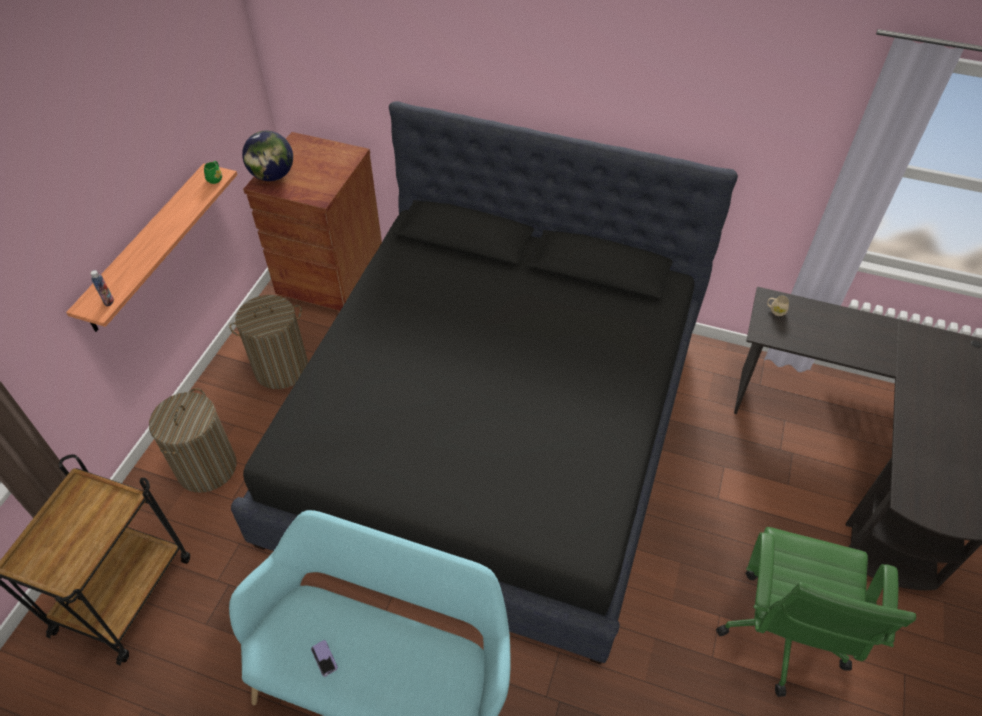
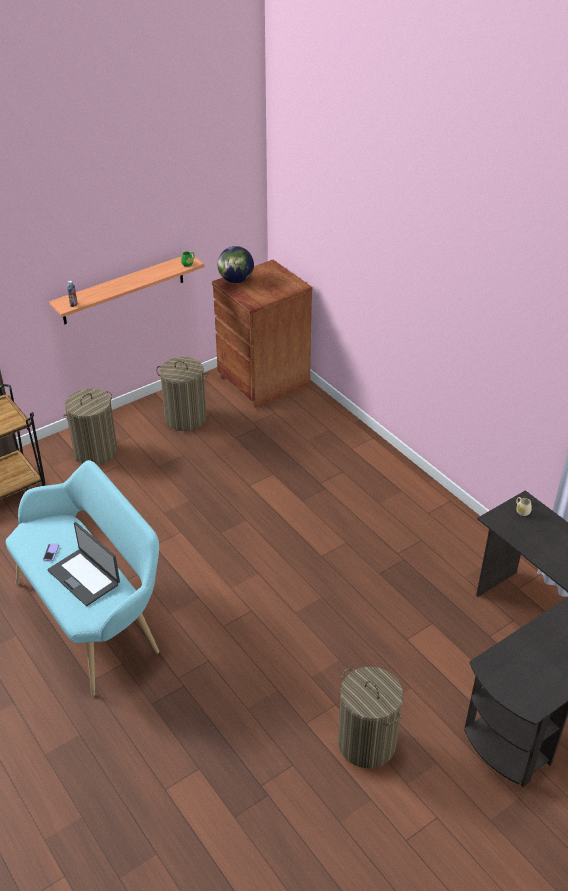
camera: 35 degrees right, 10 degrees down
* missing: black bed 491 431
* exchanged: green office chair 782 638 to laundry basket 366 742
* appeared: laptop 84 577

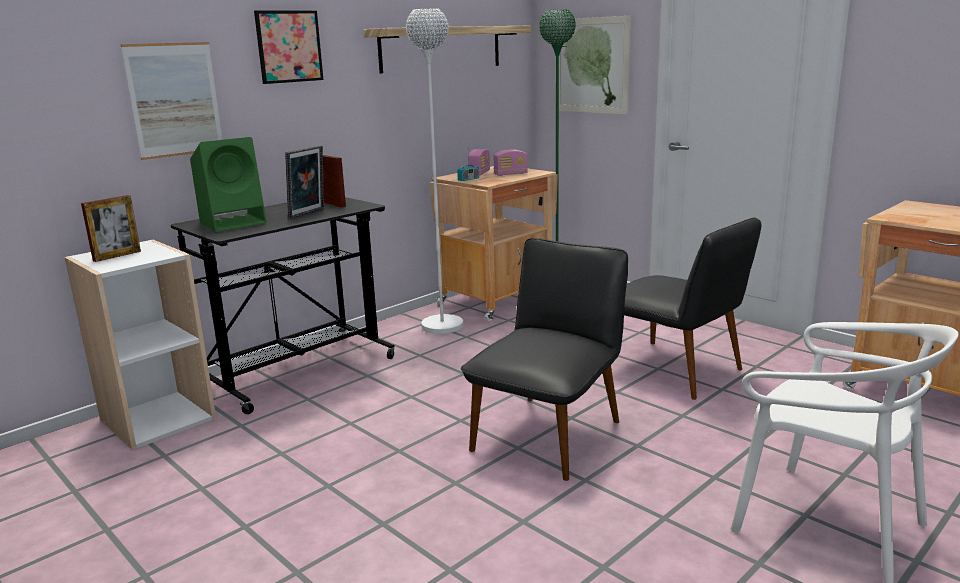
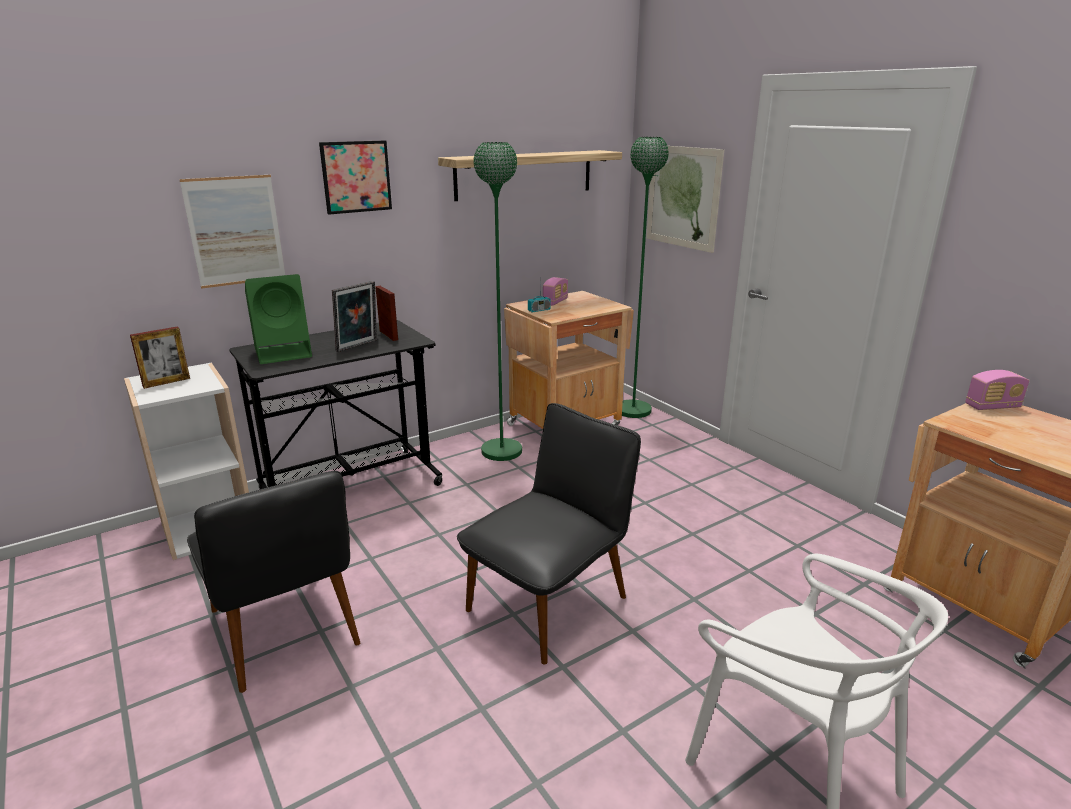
camera: 10 degrees right, 5 degrees up
* colour: white floor lamp 443 326 to green floor lamp 502 451
* relocated: radio 510 174 to 992 407
* relocated: black chair 671 369 to 284 627

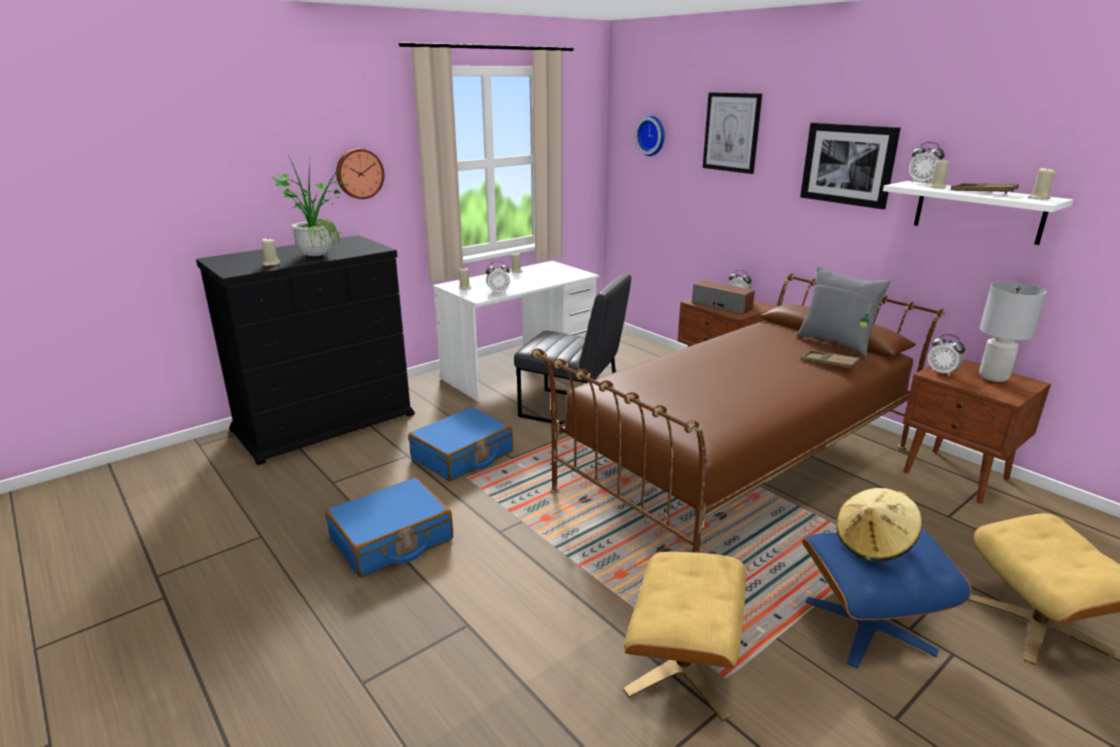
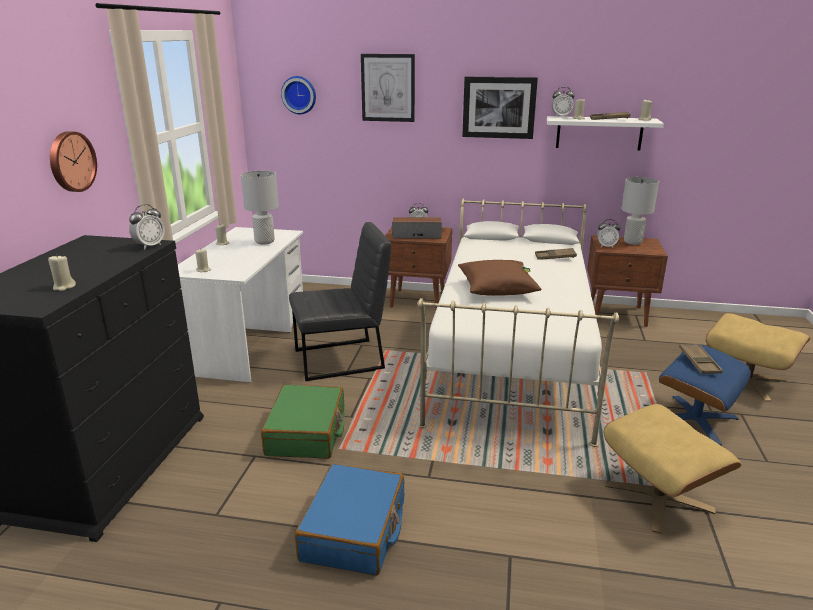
camera: 40 degrees left, 0 degrees up
* missing: potted plant 318 253
* colour: blue suitcase 462 455 to green suitcase 307 433
* relocated: alarm clock 498 292 to 149 246
* colour: brown bed 736 468 to white bed 510 357
* missing: grey pillow 835 343
* exchanged: beige hat 873 544 to brown tray 699 362
* appeared: grey table lamp 264 243
* appeared: brown pillow 496 289

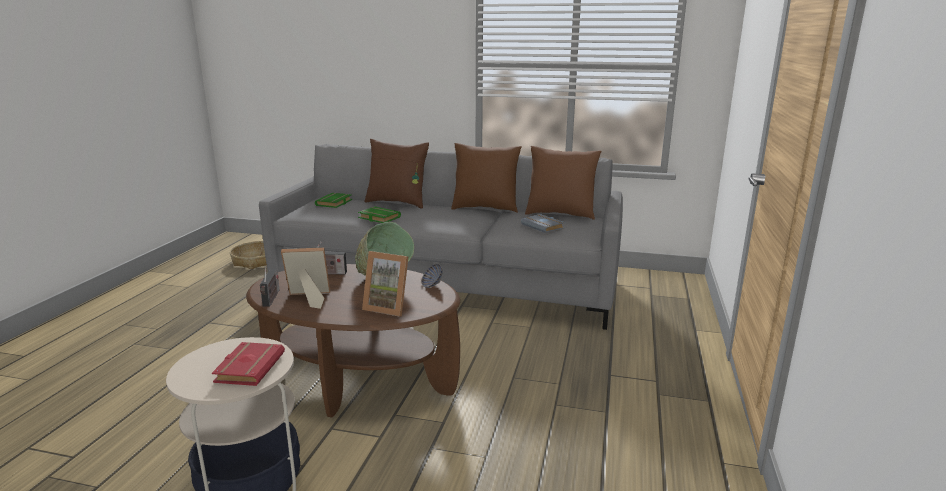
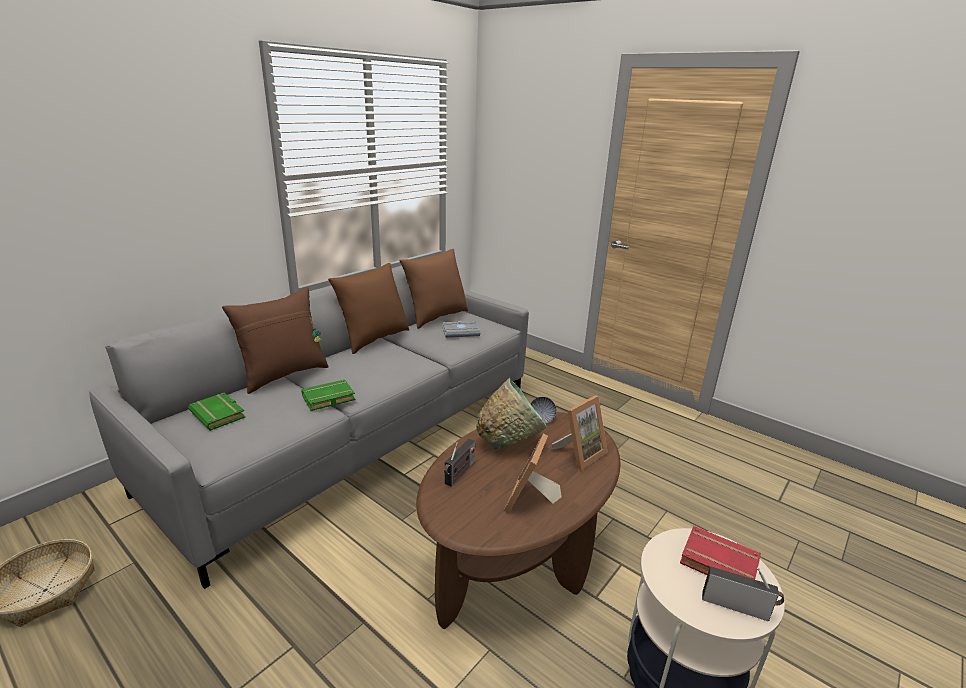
camera: 65 degrees left, 5 degrees up
* relocated: radio 271 298 to 738 606

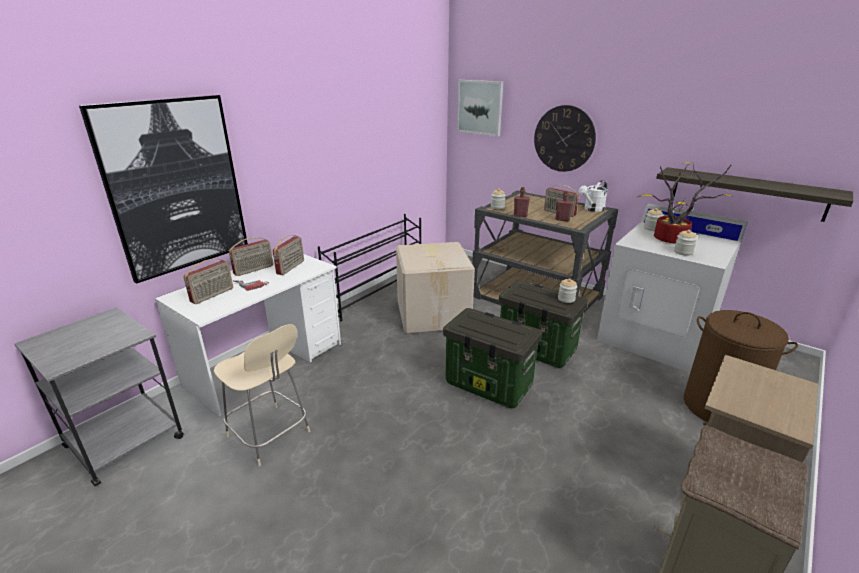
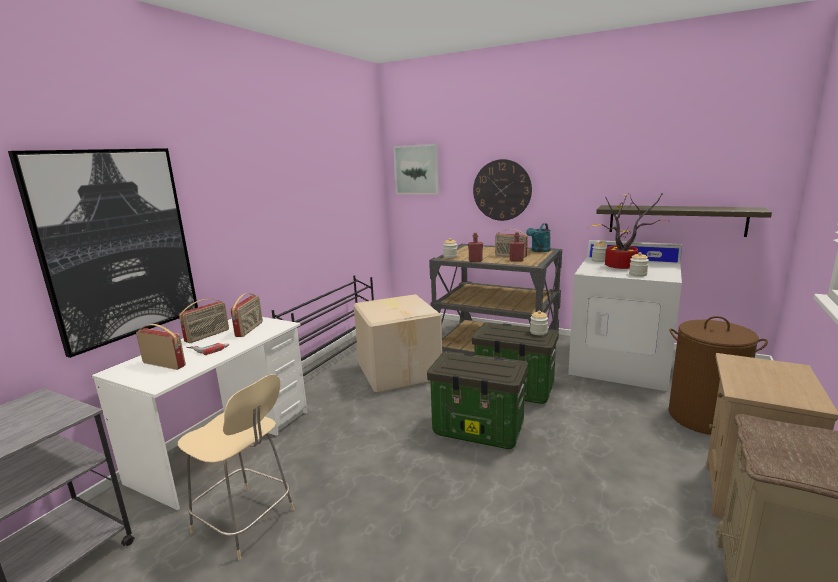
camera: 10 degrees left, 10 degrees down
* spun: radio 213 295 = 164 364 90 degrees counterclockwise
* colour: white watering can 592 209 to turquoise watering can 539 251

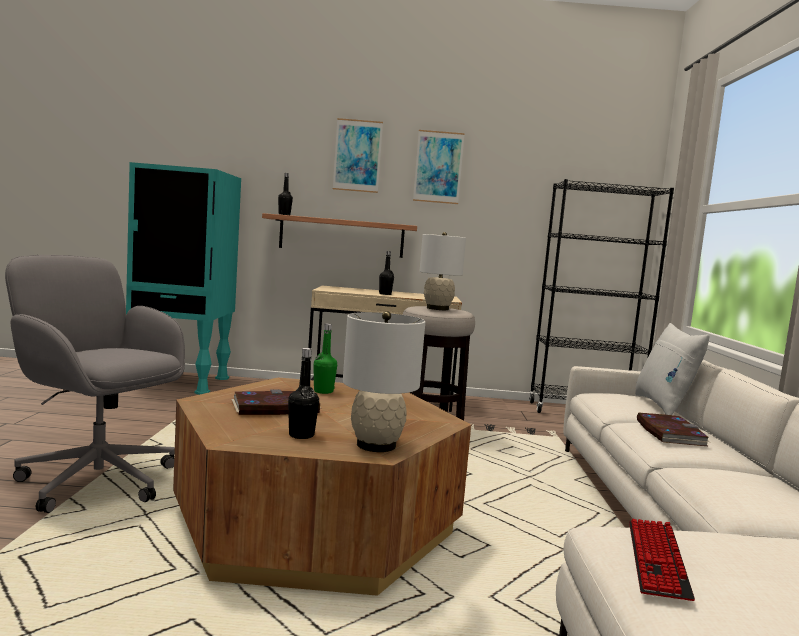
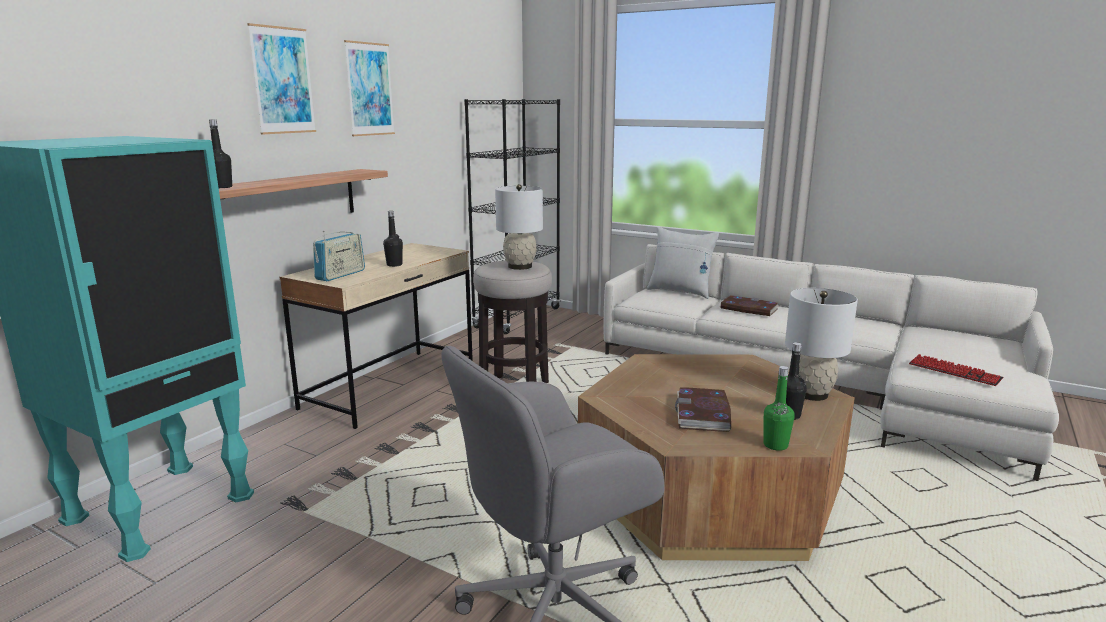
camera: 60 degrees left, 10 degrees up
* relocated: green bottle 323 391 to 775 445
* appeared: radio 340 275

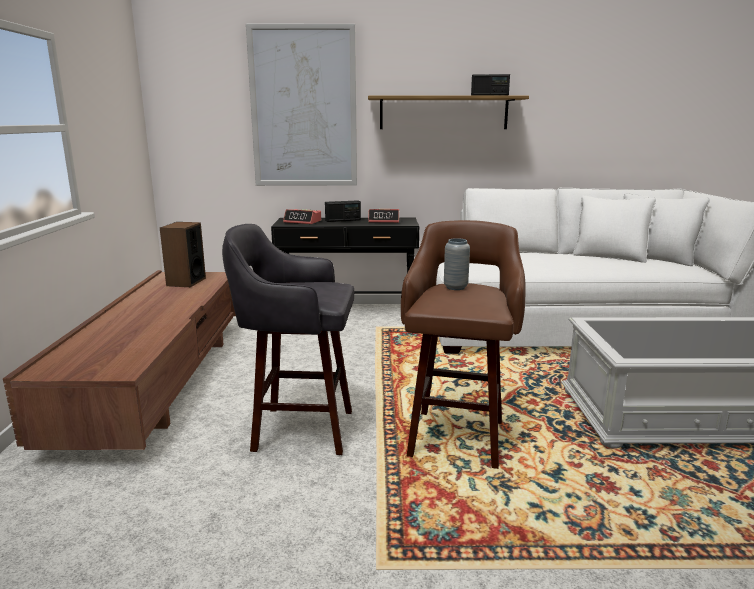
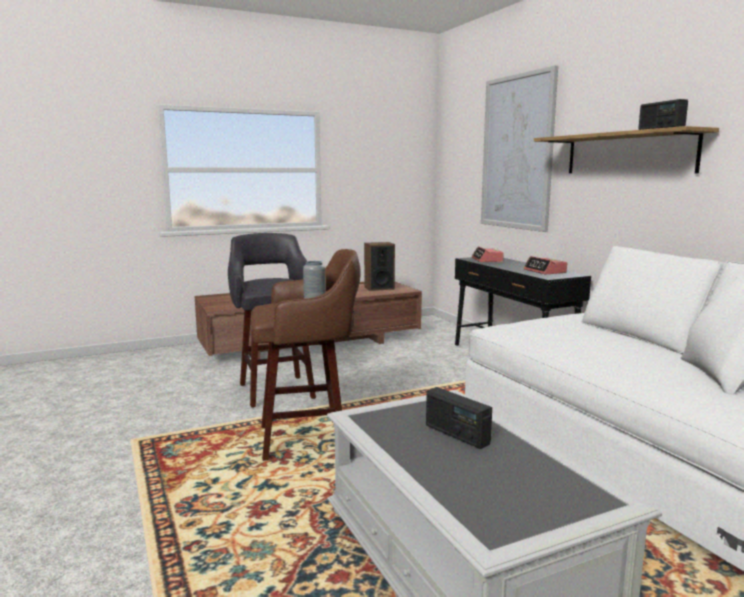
camera: 65 degrees right, 5 degrees down
* relocated: radio 343 220 to 456 434

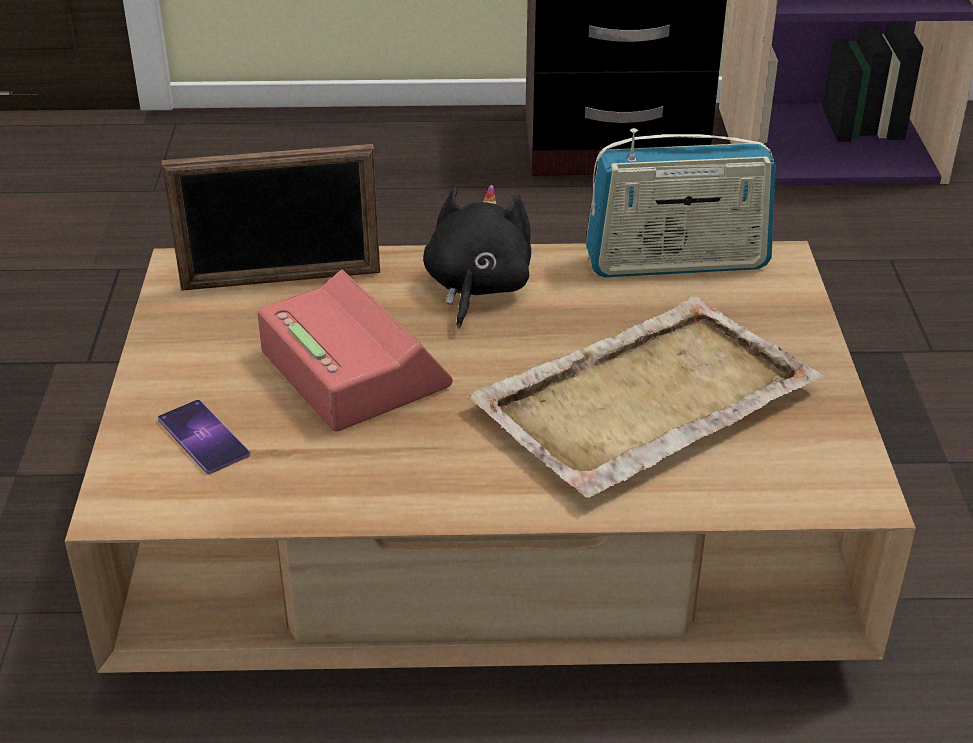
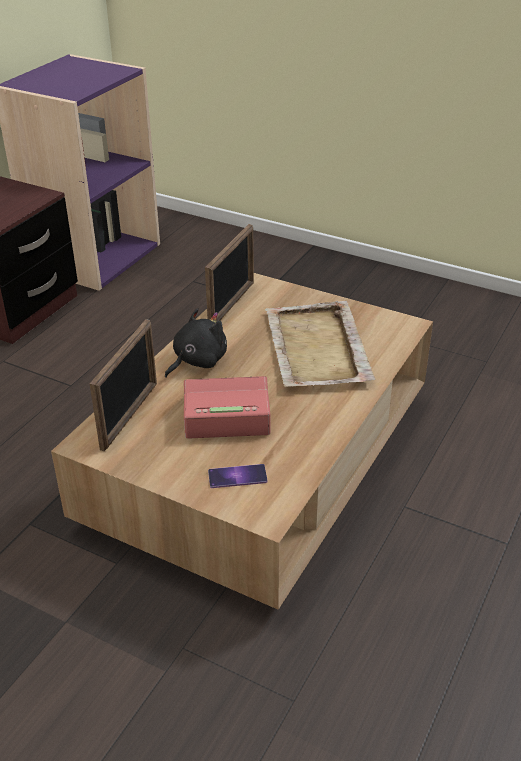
camera: 60 degrees left, 0 degrees up
* spun: black plush toy 476 288 = 197 361 90 degrees clockwise
* exchanged: radio 677 262 to picture frame 232 305

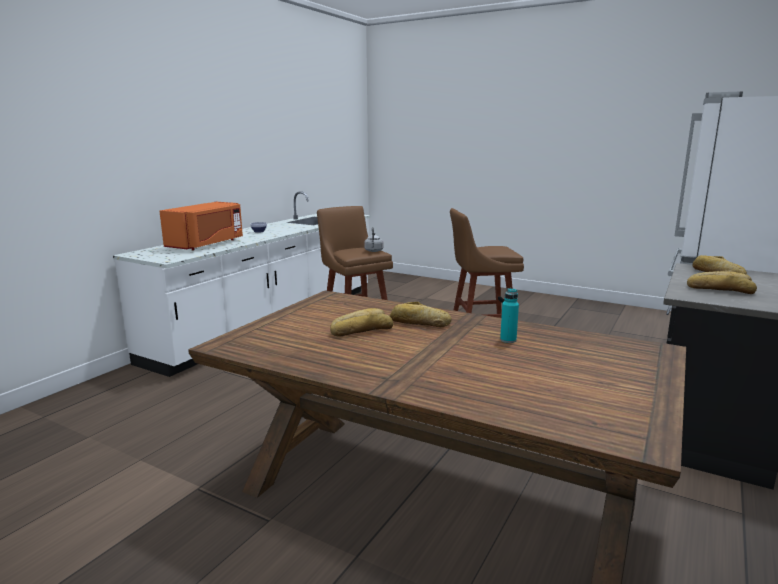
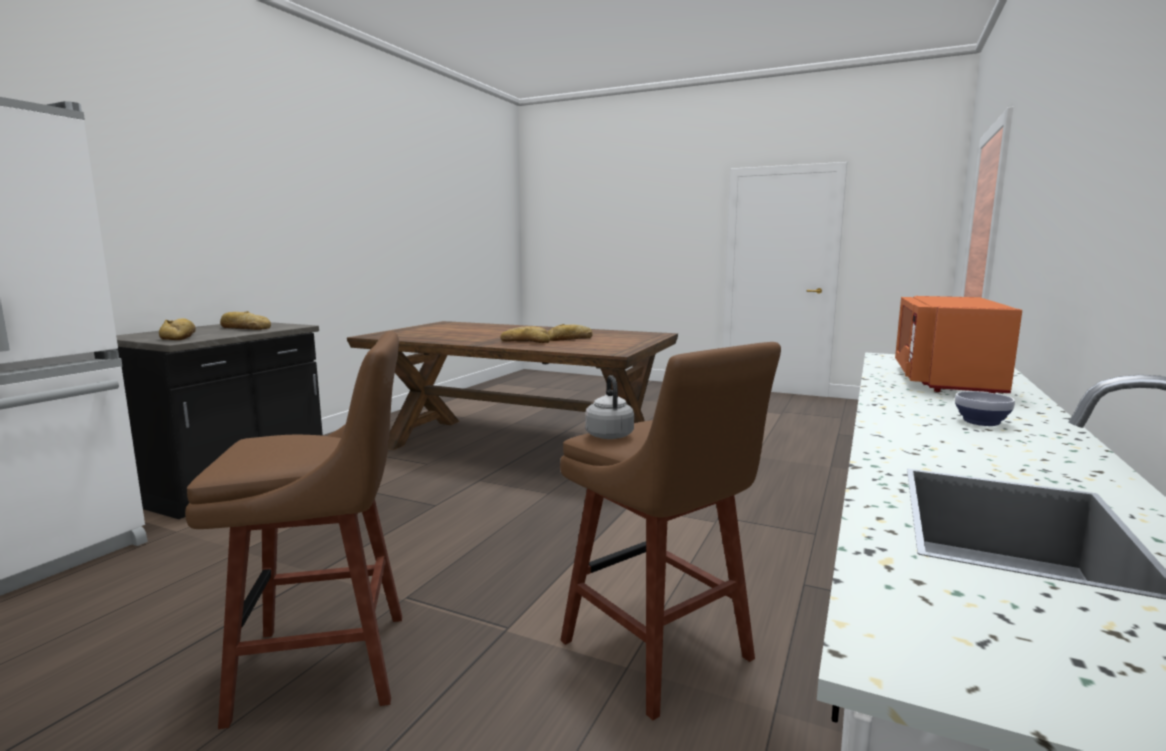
camera: 175 degrees right, 5 degrees down
* missing: turquoise bottle 508 340

